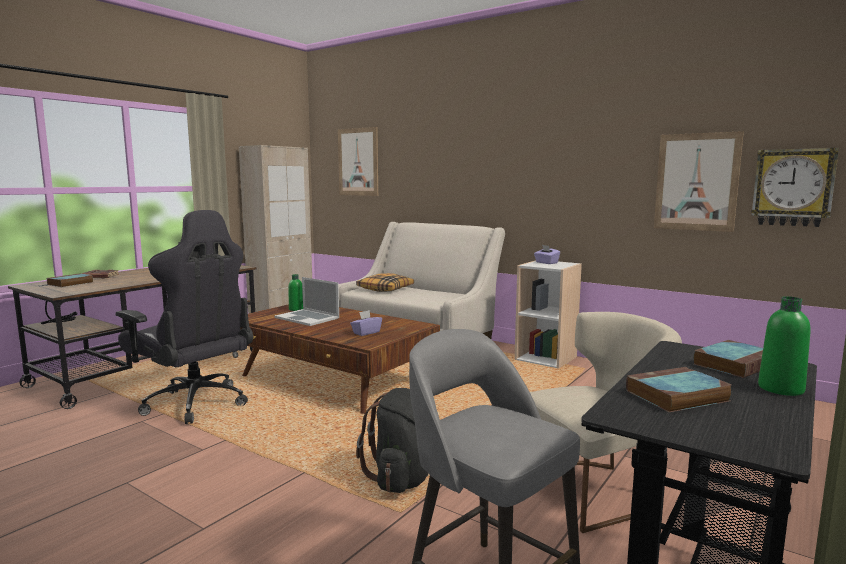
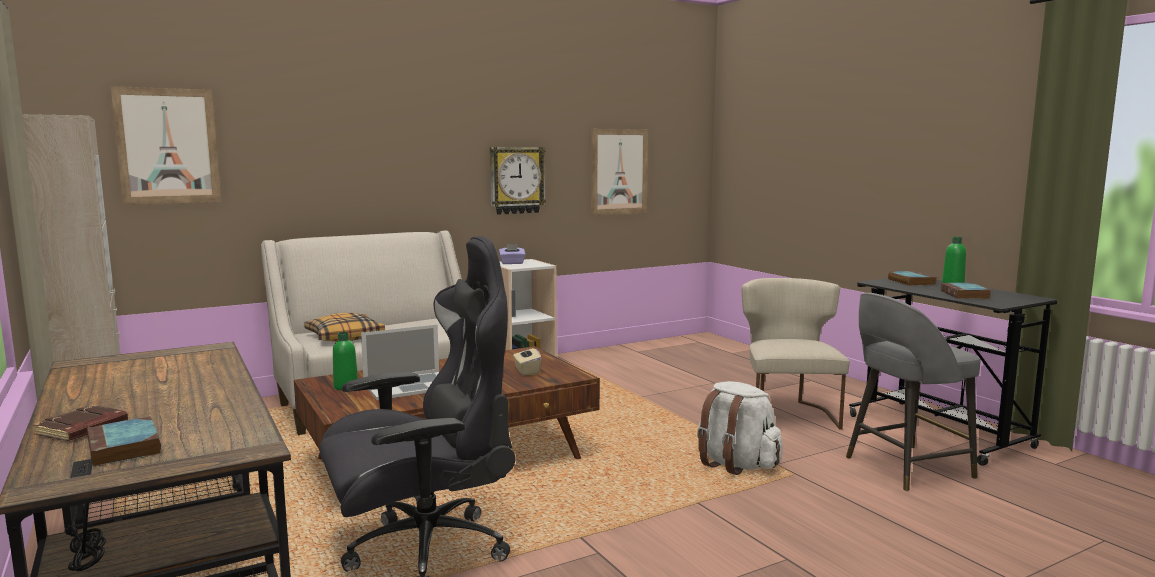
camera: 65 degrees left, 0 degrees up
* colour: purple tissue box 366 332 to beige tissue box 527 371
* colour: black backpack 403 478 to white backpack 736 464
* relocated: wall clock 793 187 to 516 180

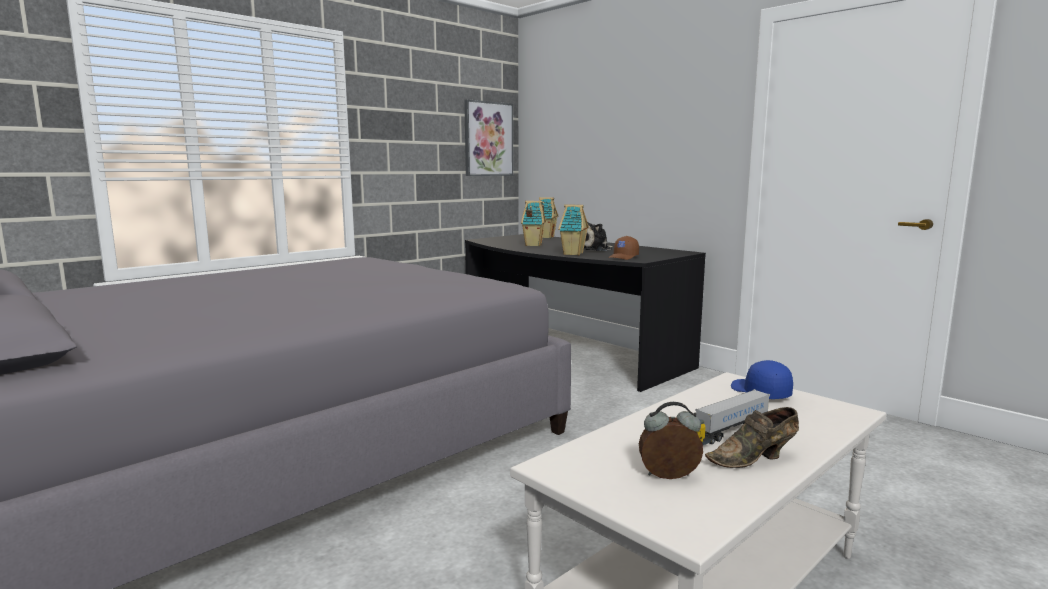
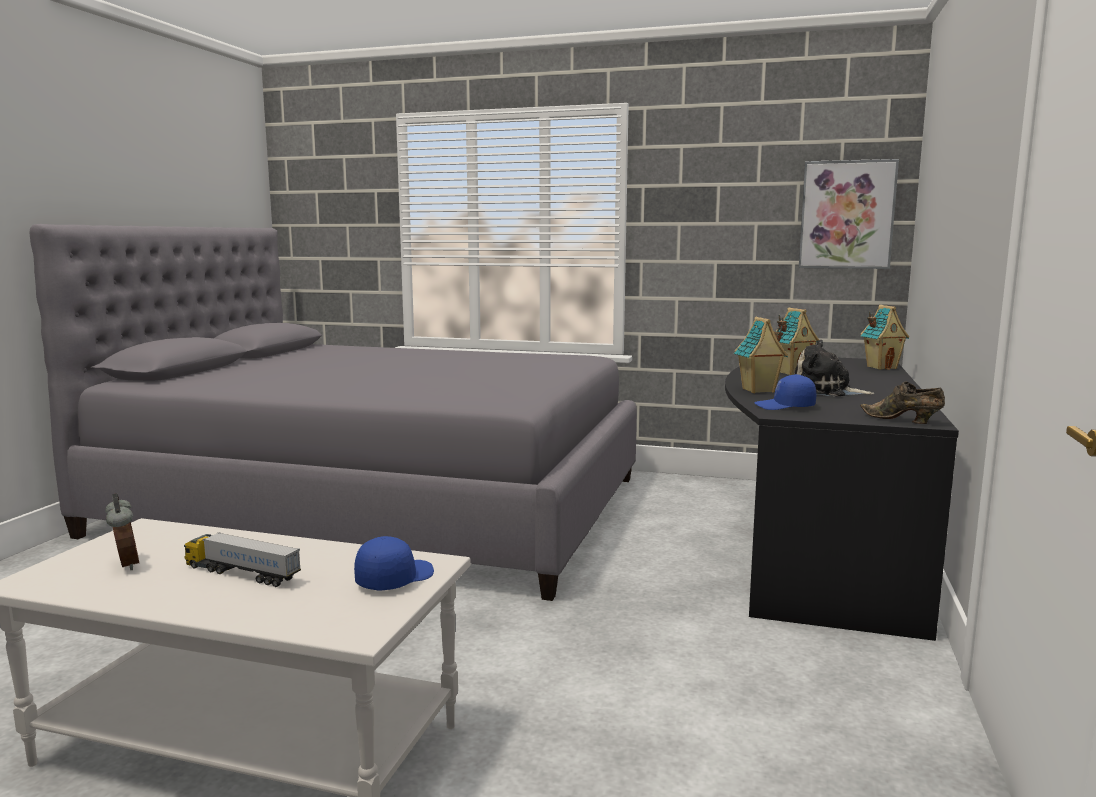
camera: 60 degrees right, 0 degrees up
* colour: brown cap 623 257 to blue cap 785 407
* relocated: brown shoe 754 459 to 903 420

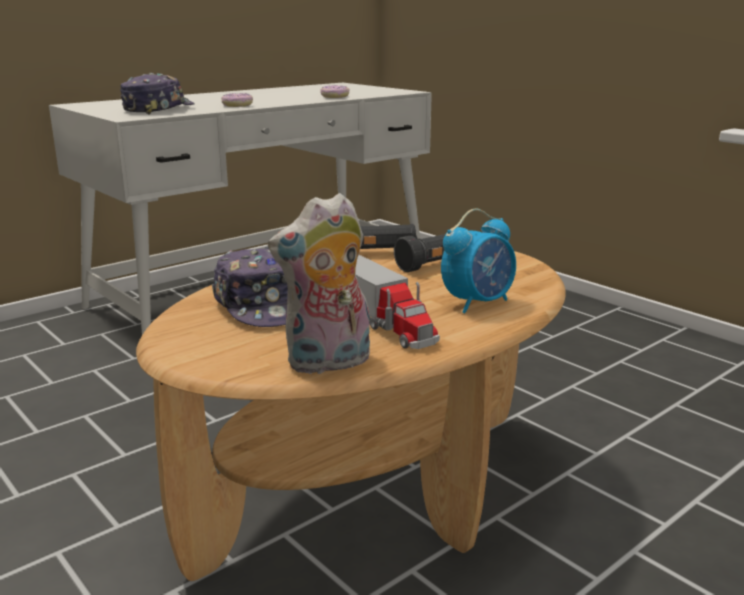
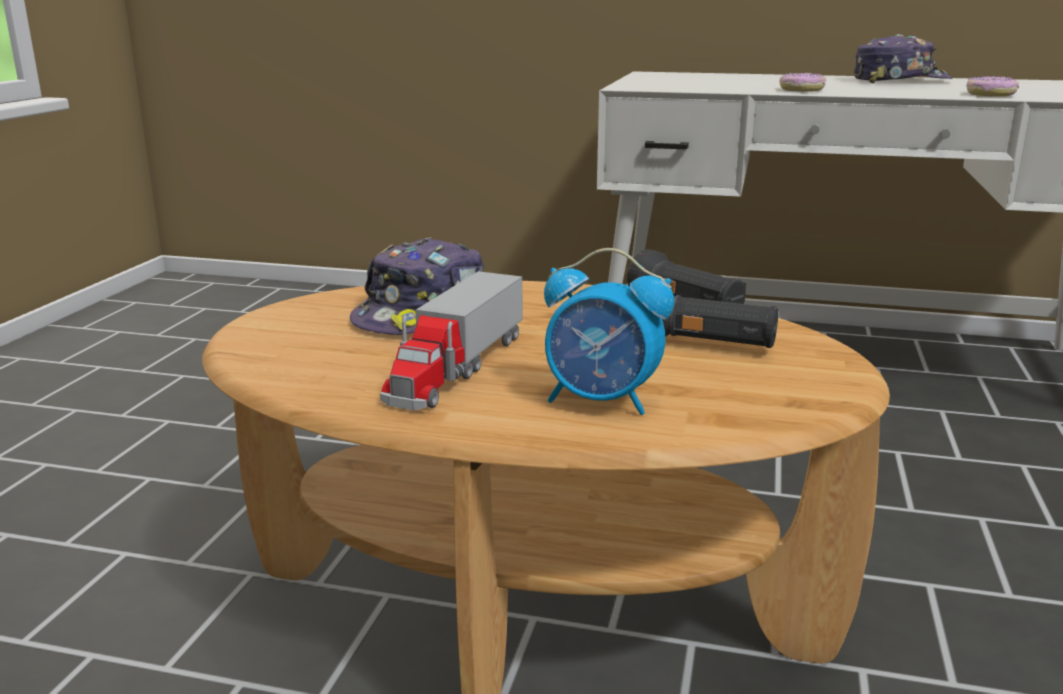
camera: 55 degrees right, 0 degrees up
* relocated: cap 158 109 to 899 80
* missing: plush toy 328 363

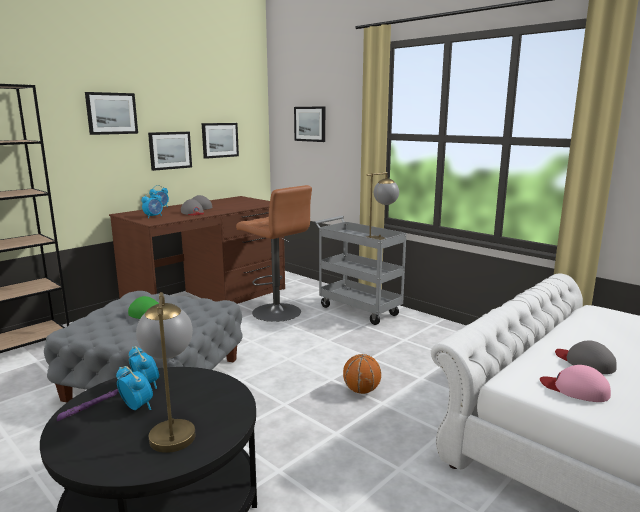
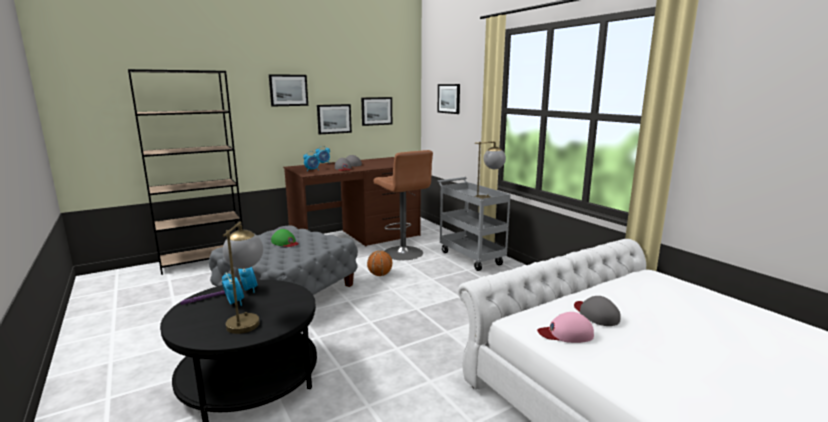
camera: 15 degrees right, 0 degrees up
* relocated: basketball 361 391 to 380 275
* spun: pink cap 575 389 = 566 333 45 degrees counterclockwise

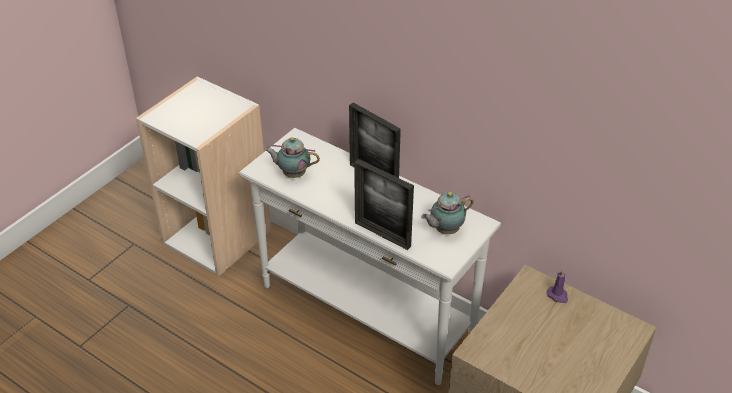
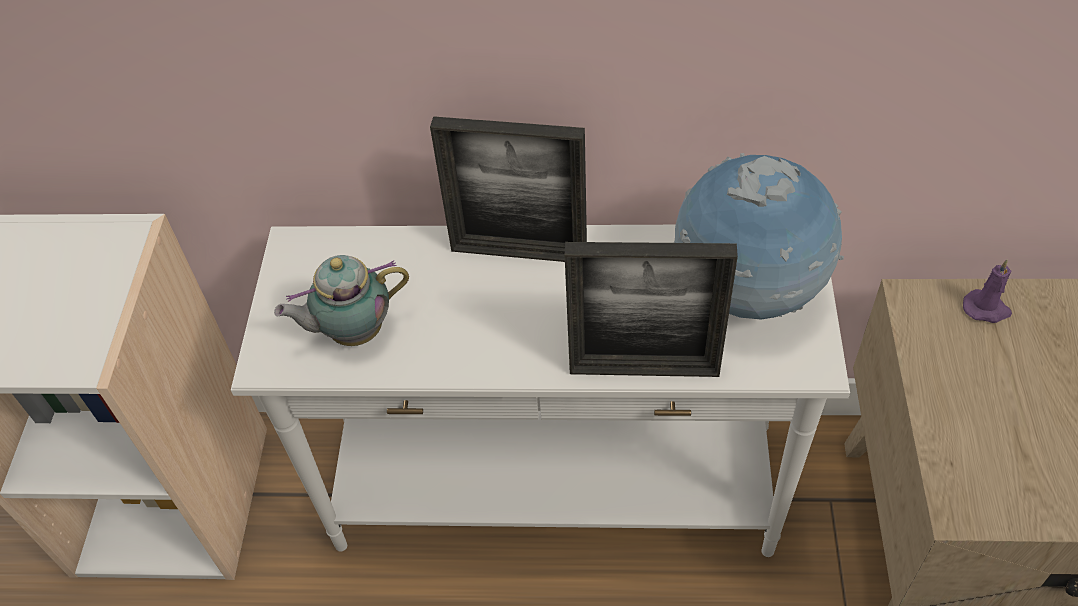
camera: 30 degrees left, 10 degrees up
* exchanged: teapot 445 230 to globe 747 294

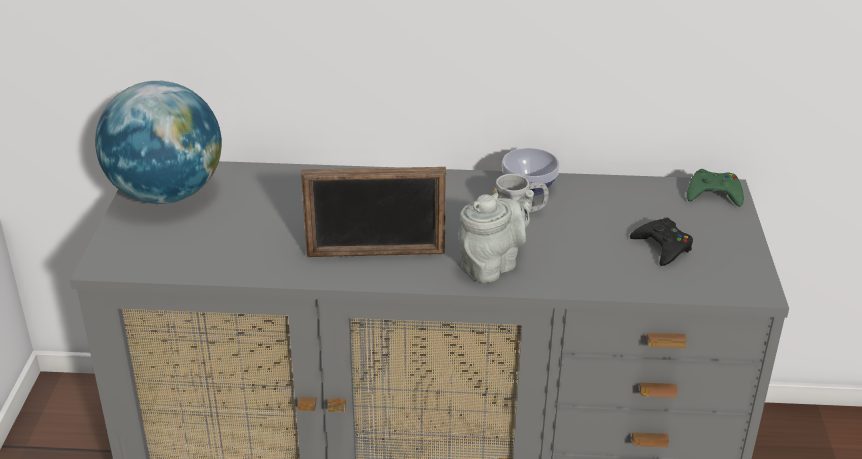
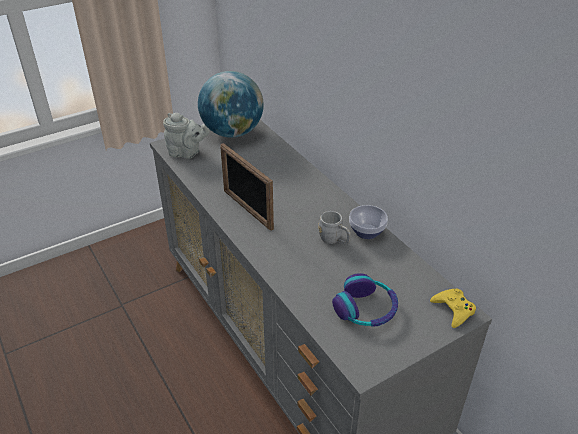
camera: 55 degrees right, 5 degrees up
* relocated: grey teapot 493 265 to 186 153
* exchanged: black game controller 662 247 to headphones 366 309
* colour: green game controller 714 194 to yellow game controller 453 310

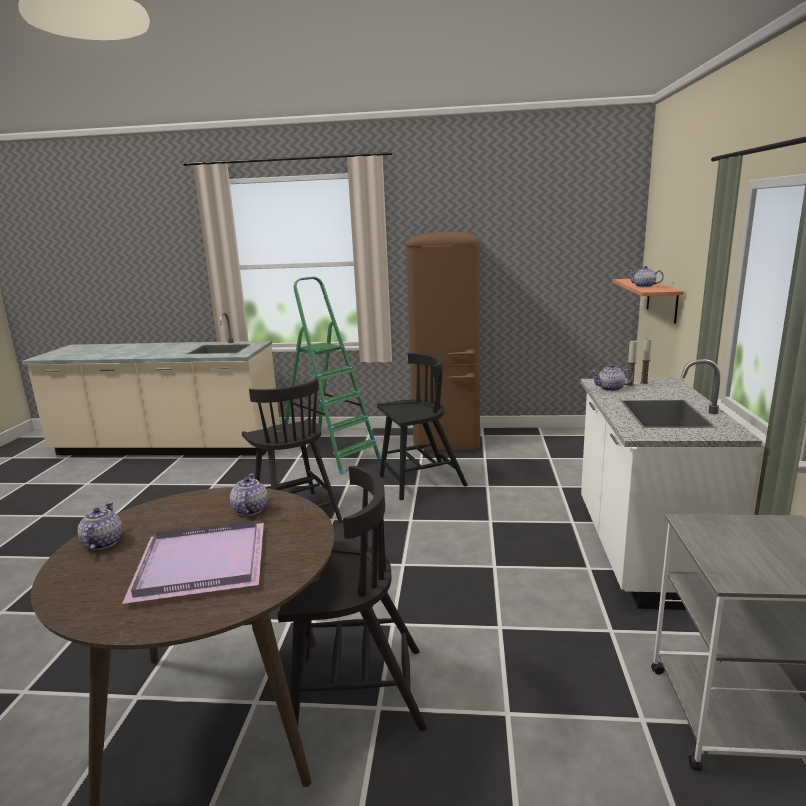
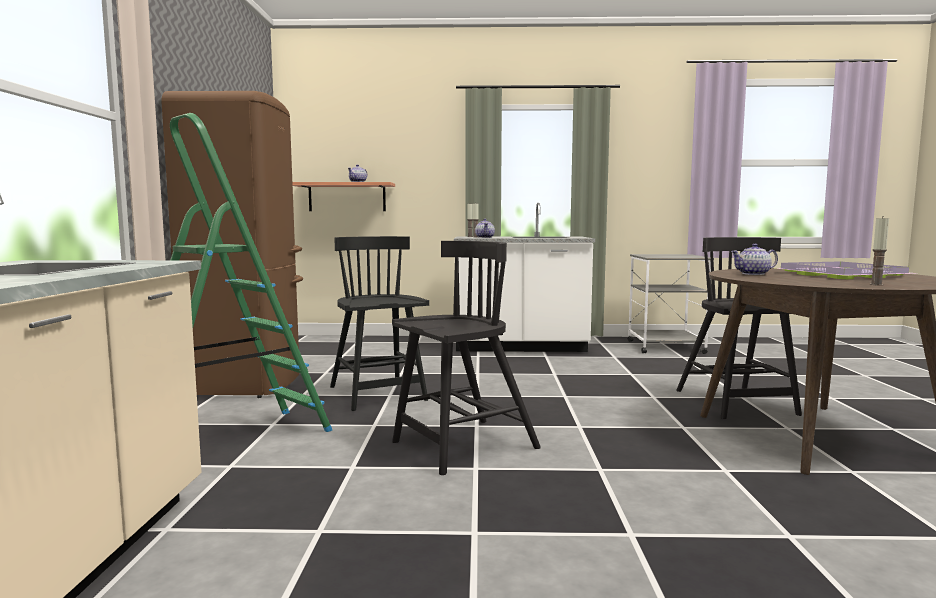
camera: 95 degrees left, 10 degrees down
* exchanged: teapot 102 543 to candle 876 284

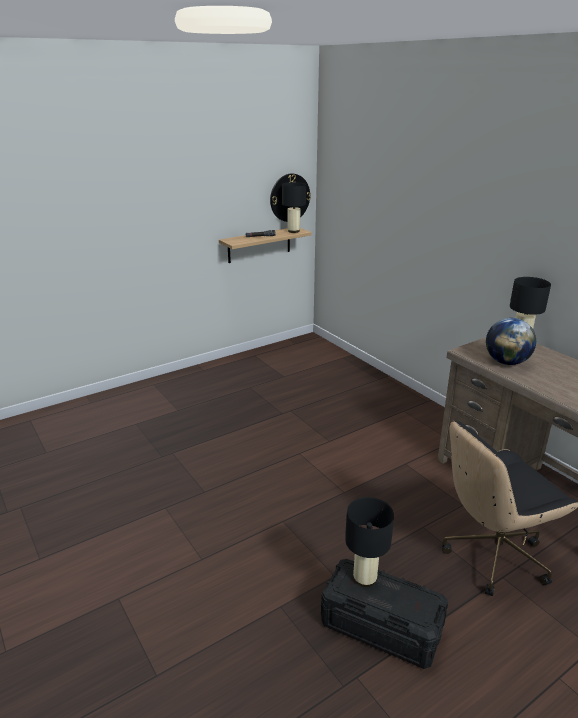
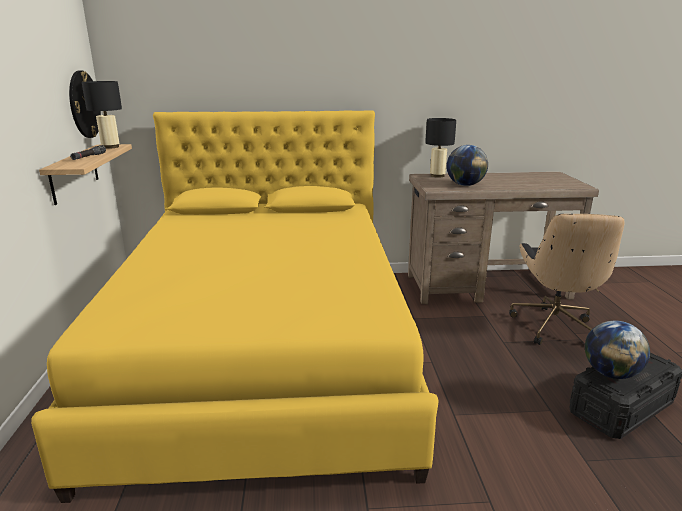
camera: 60 degrees left, 5 degrees down
* exchanged: black table lamp 365 579 to globe 610 373
* appeared: yellow bed 266 351

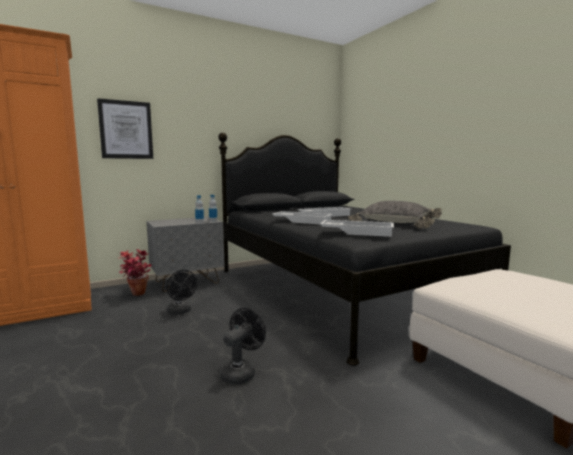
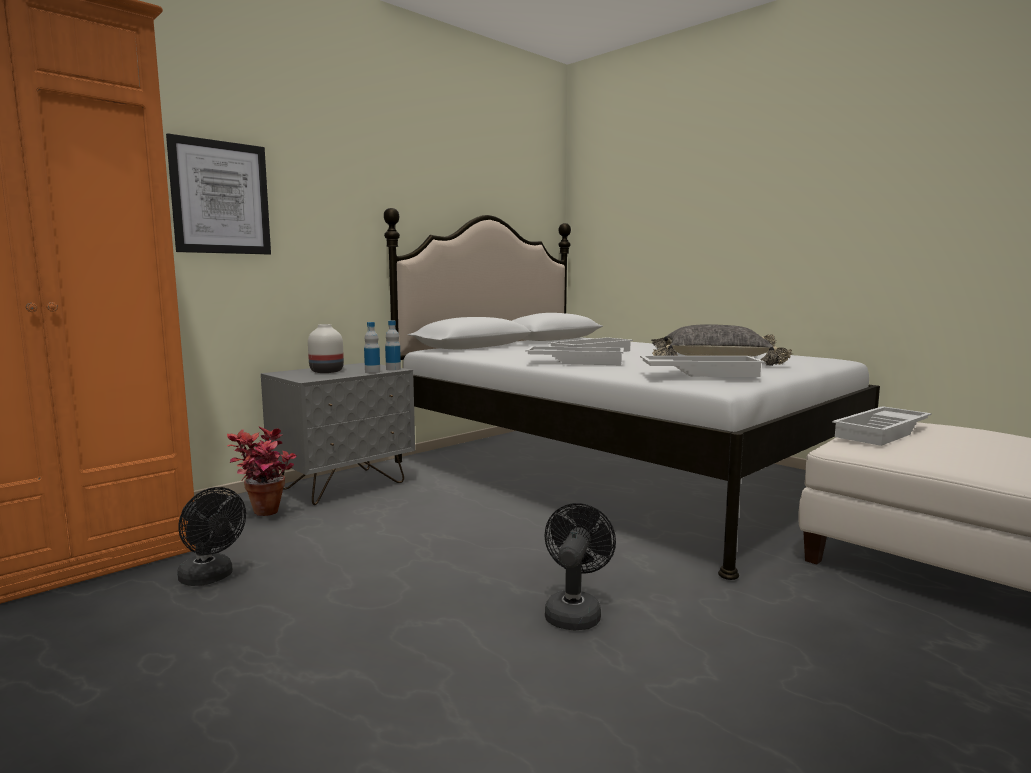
camera: 15 degrees left, 0 degrees up
* relocated: black fan 181 312 to 211 578
* colour: black bed 340 288 to white bed 615 474
* appeared: white vase 325 371
* appeared: white tray 883 433

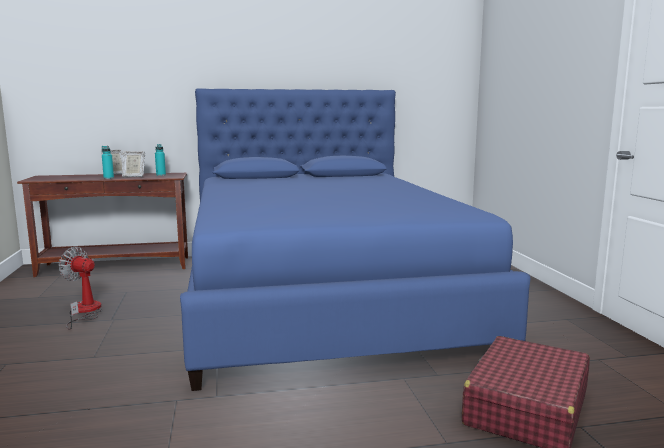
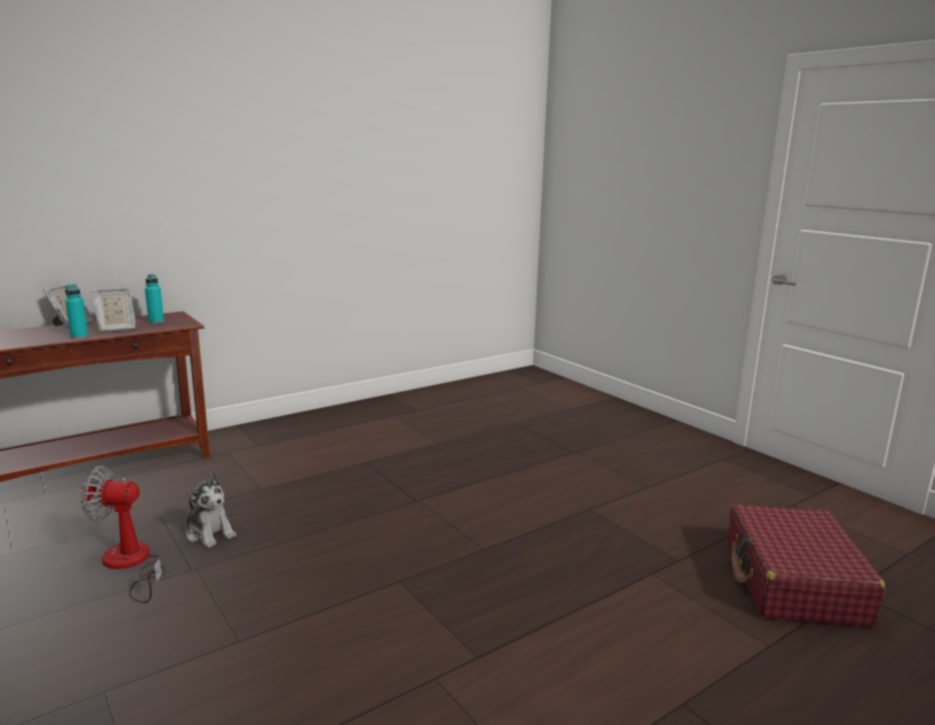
camera: 25 degrees left, 5 degrees up
* missing: blue bed 322 295
* appeared: plush toy 210 533

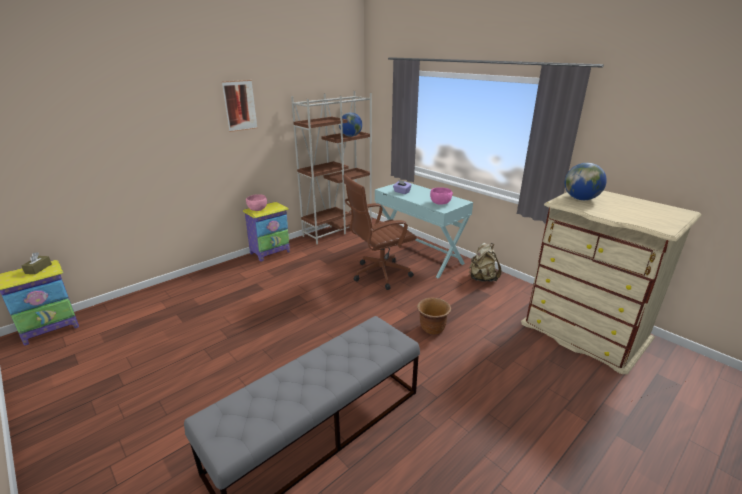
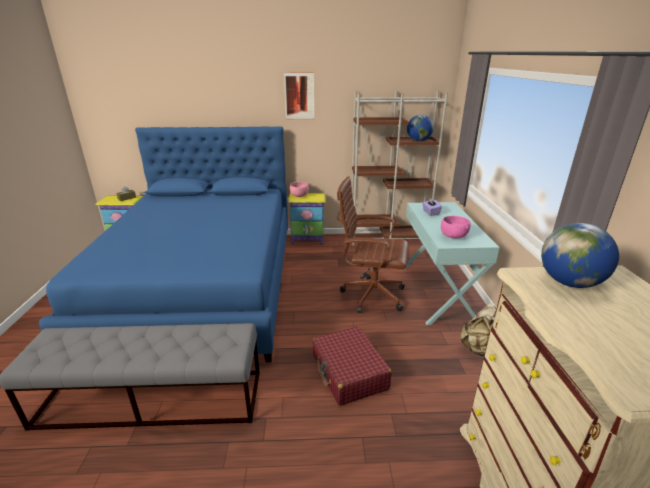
camera: 40 degrees right, 0 degrees up
* exchanged: brown planter 432 329 to red suitcase 349 373
* appeared: blue bed 203 284

